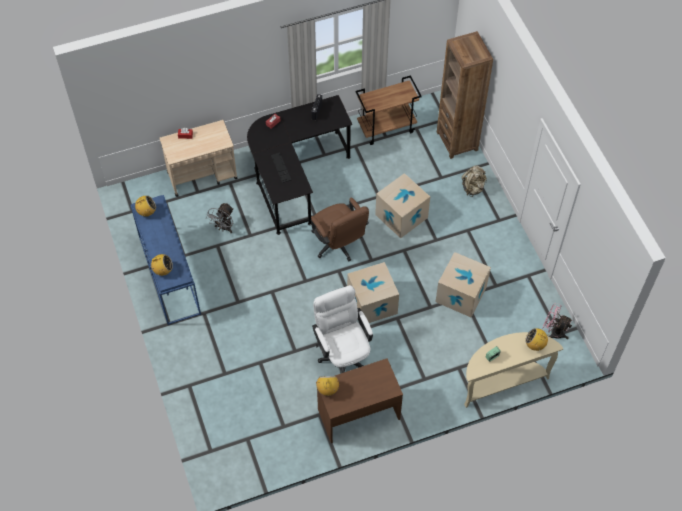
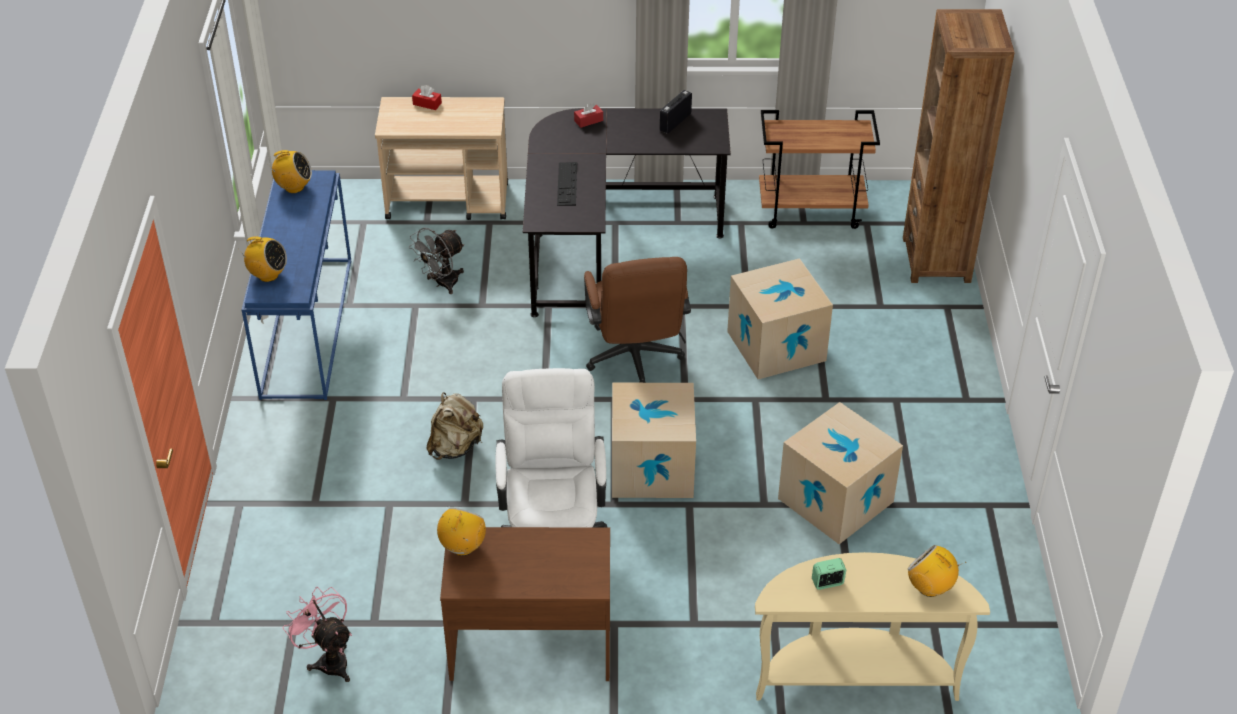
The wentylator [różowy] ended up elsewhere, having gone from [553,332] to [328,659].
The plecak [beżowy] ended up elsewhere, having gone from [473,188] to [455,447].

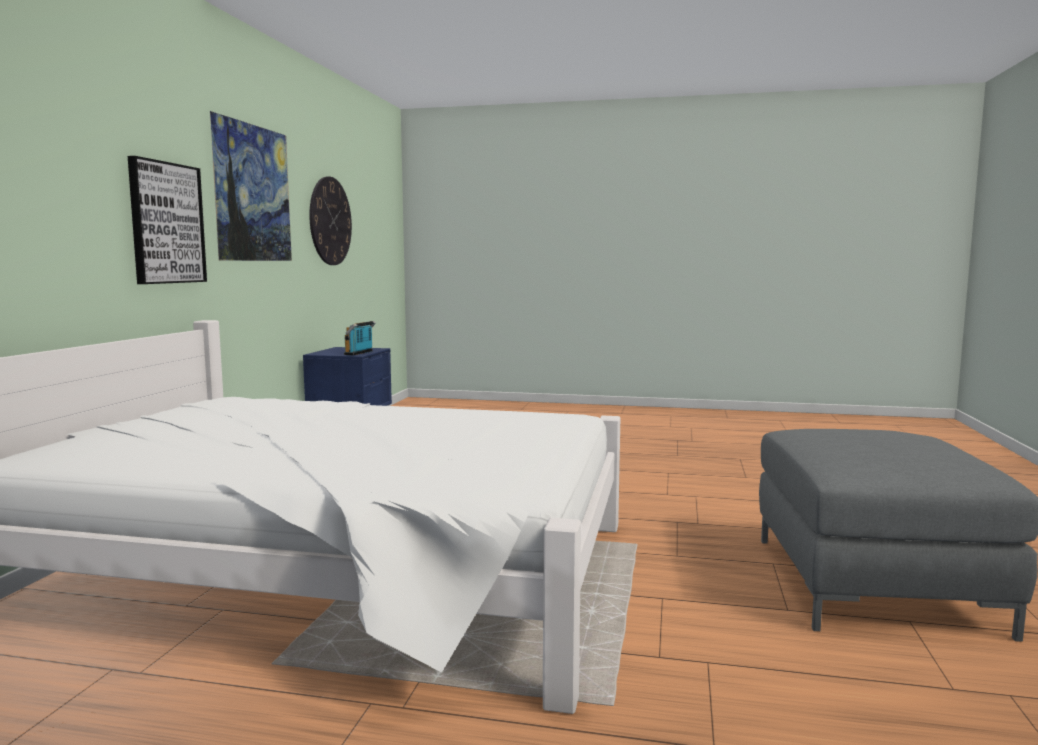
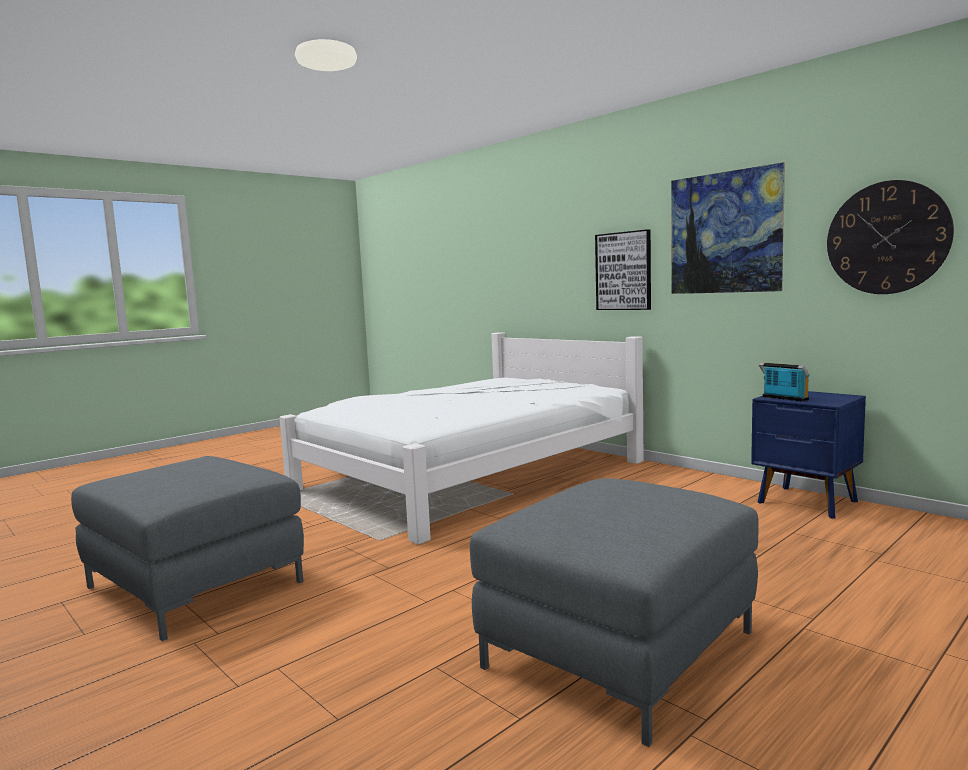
The second view gained the pufa [szary] at [620,650].

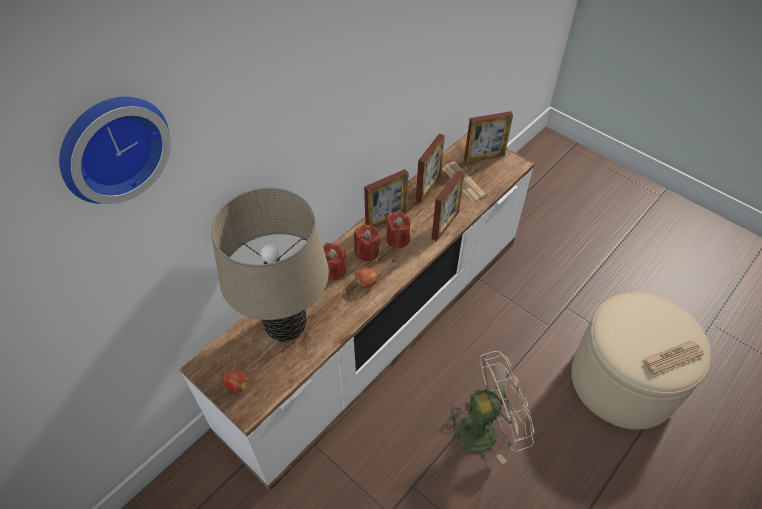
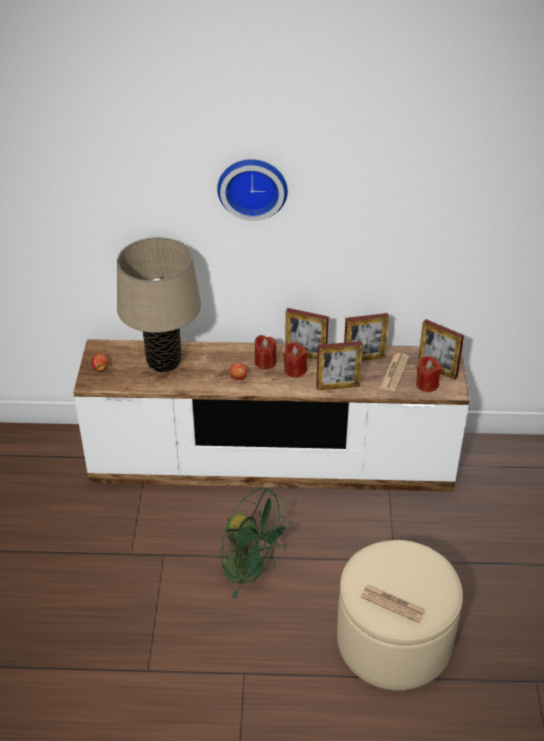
The zegar ścienny ended up elsewhere, having gone from [111,146] to [252,186].
What was the wentylator [beżowy] at [485,428] turned into the wentylator [zielony] at [251,571].
The świeca [czerwony] ended up elsewhere, having gone from [334,271] to [427,384].

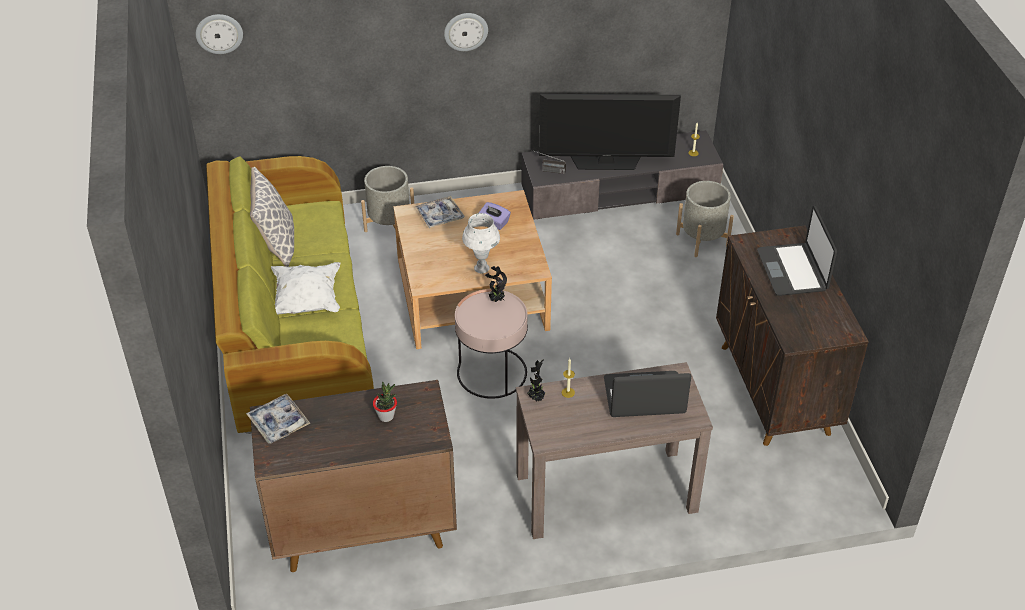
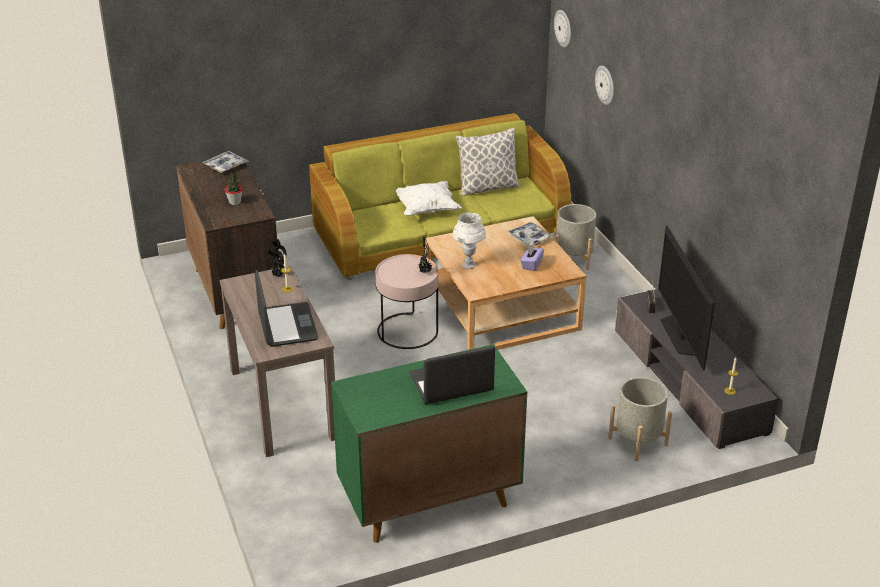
What was the szafka [brązowy] at [775,390] turned into the szafka [zielony] at [428,501].
The zegar ścienny ended up elsewhere, having gone from [465,31] to [605,85].

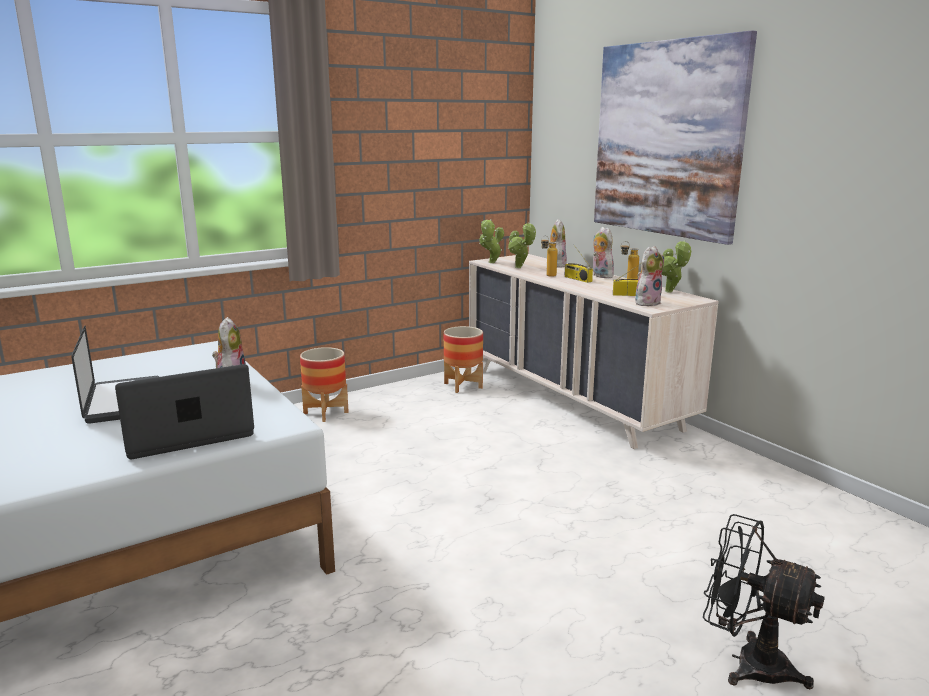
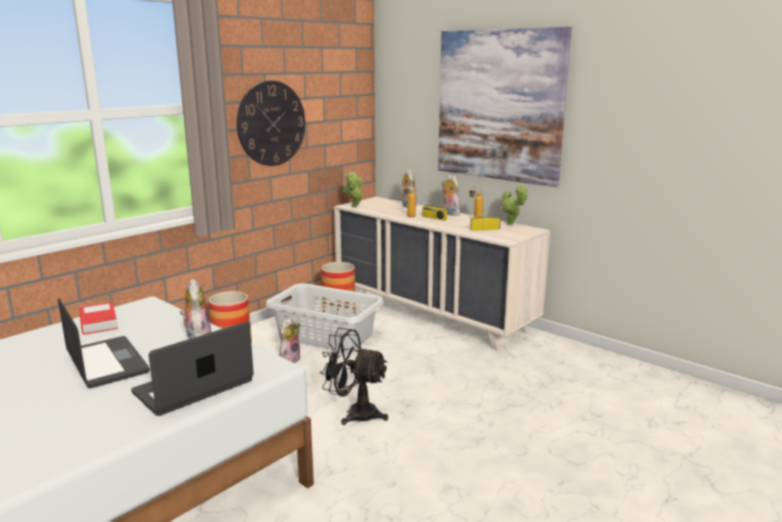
The second view gained the książka at [98,322].
The second view gained the zegar ścienny at [271,123].
The second view gained the kosz na pranie [szary] at [326,336].
The pluszak ended up elsewhere, having gone from [647,303] to [289,359].
The wentylator [czarny] ended up elsewhere, having gone from [747,662] to [355,413].
The second view lost the roślina doniczkowa at [520,268].

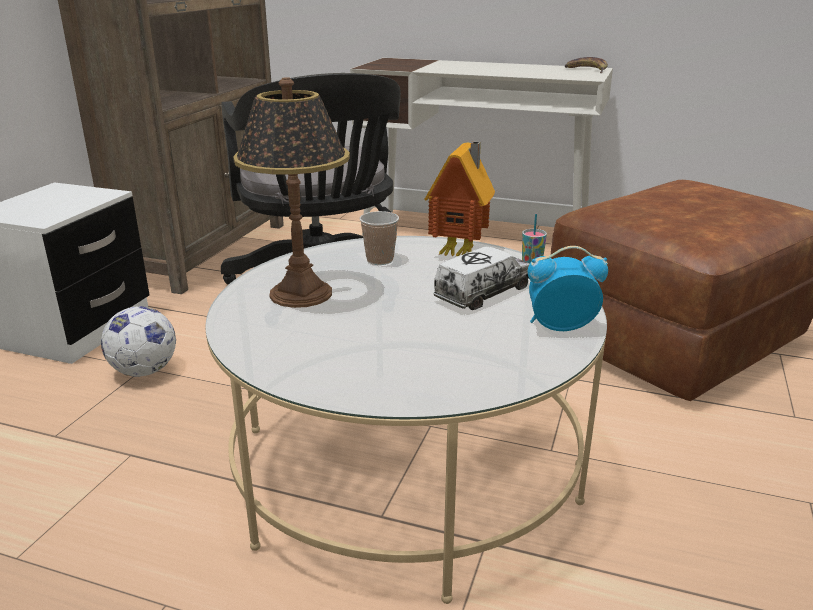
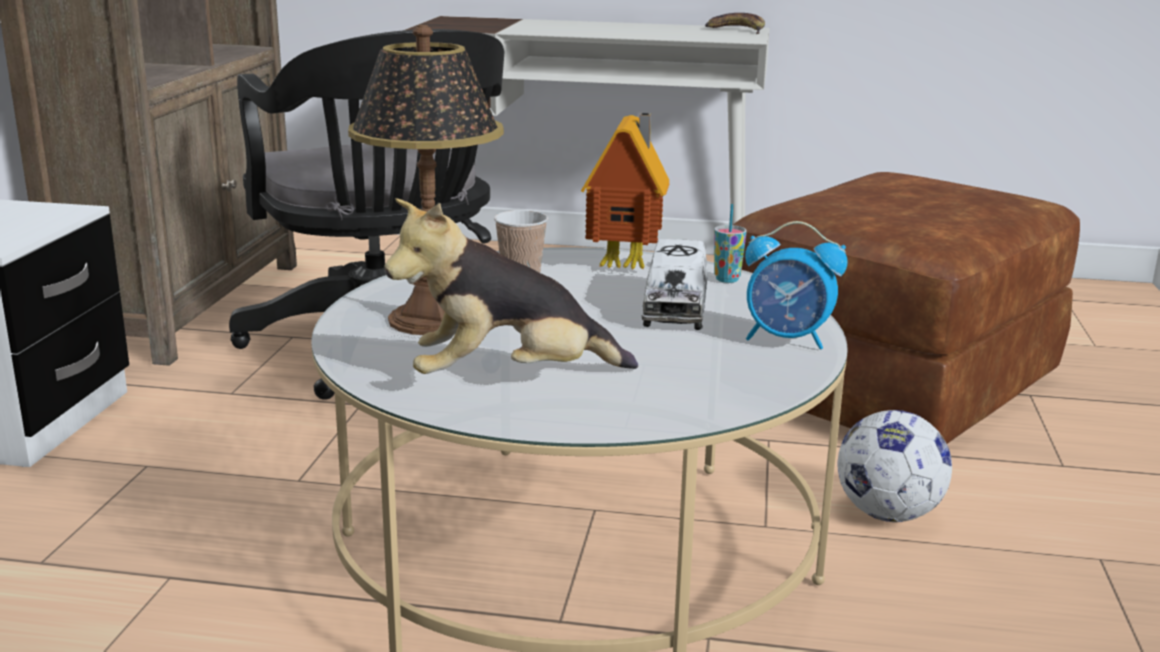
The second view gained the pluszak at [508,380].
The ciężarówka zabawkowa at [483,293] ended up facing another way, 150 degrees clockwise from before.
The budzik at [560,327] ended up facing another way, 150 degrees counterclockwise from before.
The piłka futbolowa ended up elsewhere, having gone from [145,371] to [888,514].

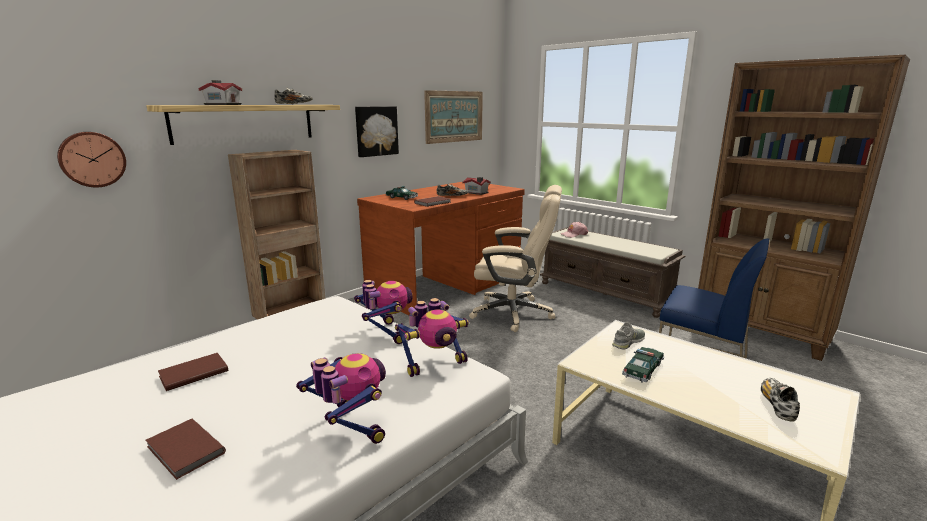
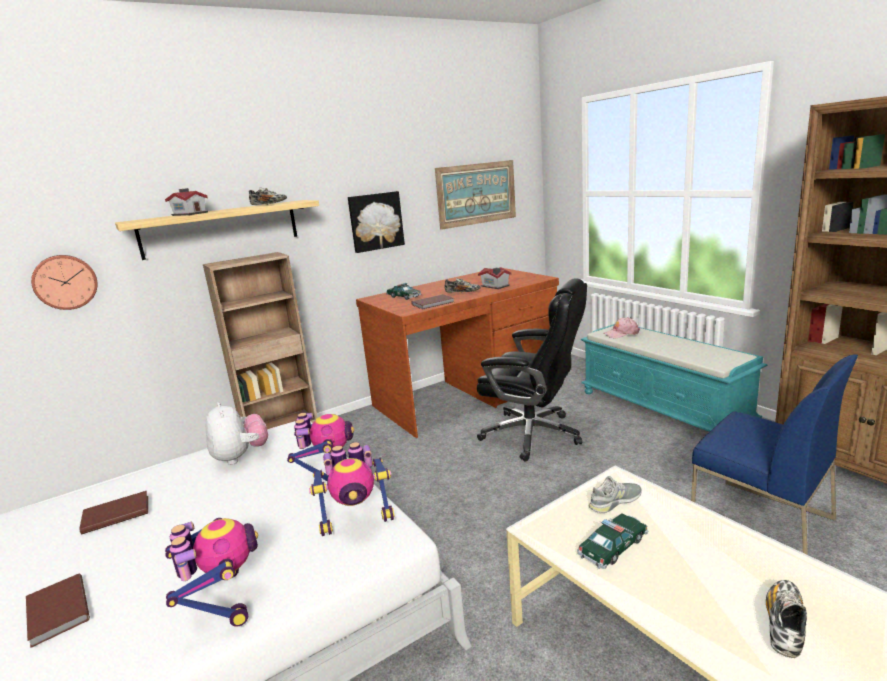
The second view gained the pluszak at [240,457].
What was the krzesło biurowe [beżowy] at [514,313] turned into the krzesło biurowe [czarny] at [533,435].
What was the ławka [brązowy] at [606,293] turned into the ławka [turkusowy] at [664,409].

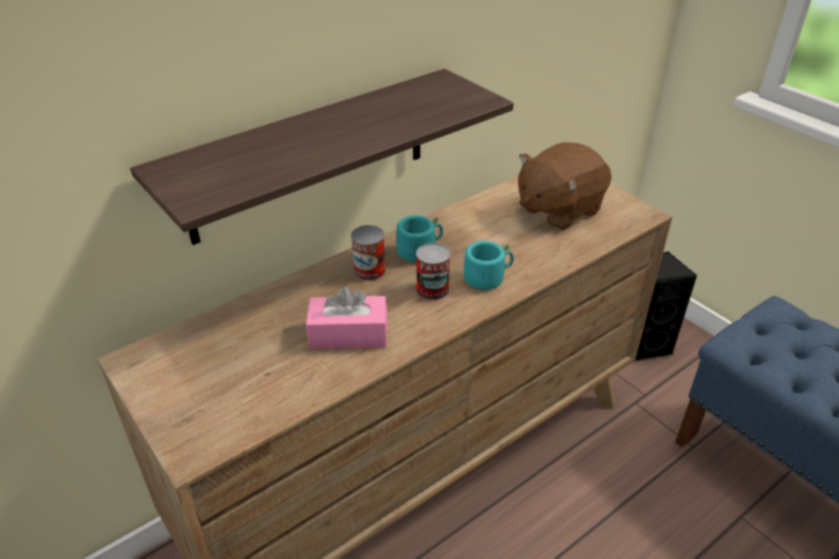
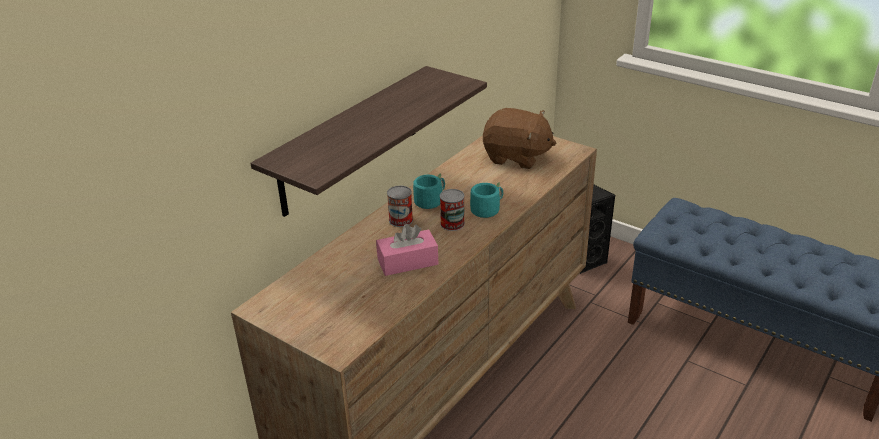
The pluszak [brązowy] at [558,210] ended up facing another way, 105 degrees counterclockwise from before.

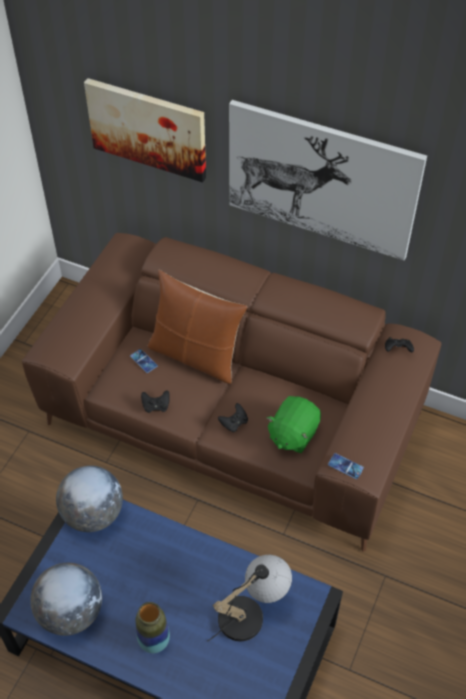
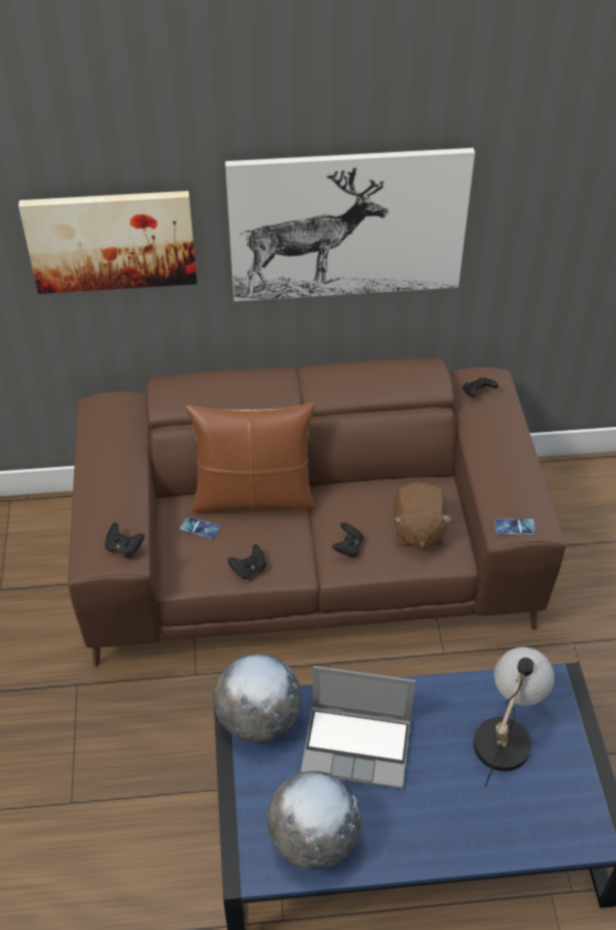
The second view gained the pad do gier [czarny] at [124,548].
The second view gained the laptop at [358,746].
What was the pluszak [zielony] at [292,434] turned into the pluszak [brązowy] at [417,530].
The second view lost the wazon at [154,641].

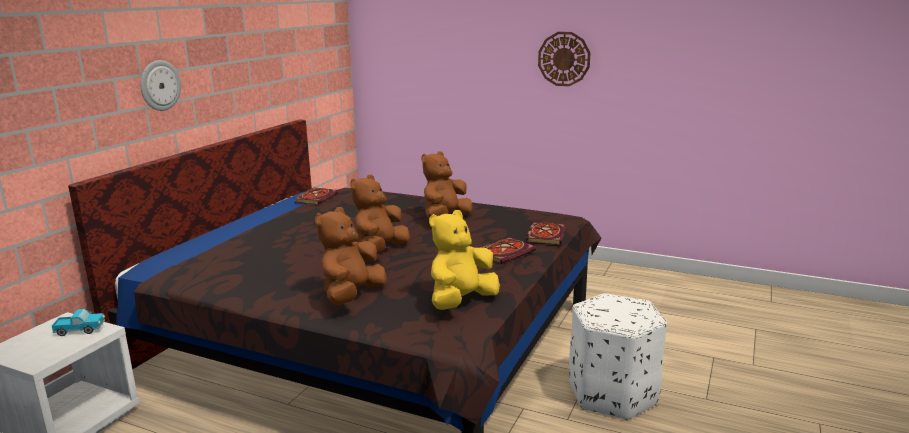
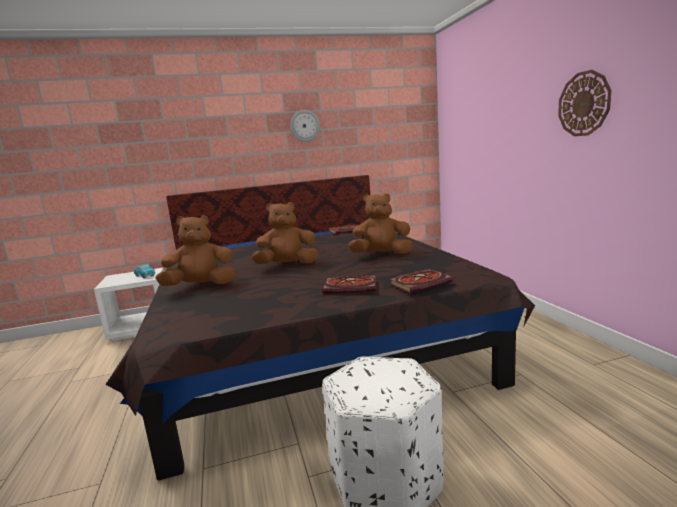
The zegar ścienny ended up elsewhere, having gone from [159,85] to [305,126].
The second view lost the pluszak [żółty] at [461,301].

